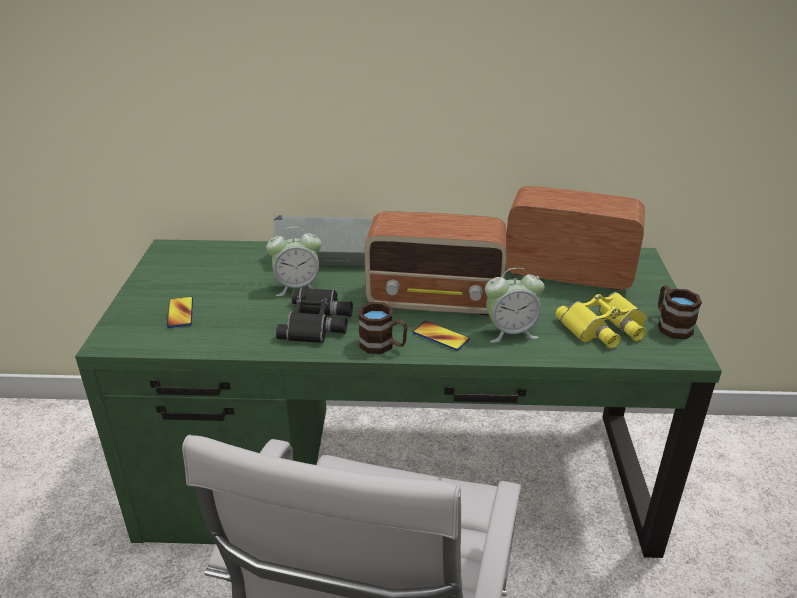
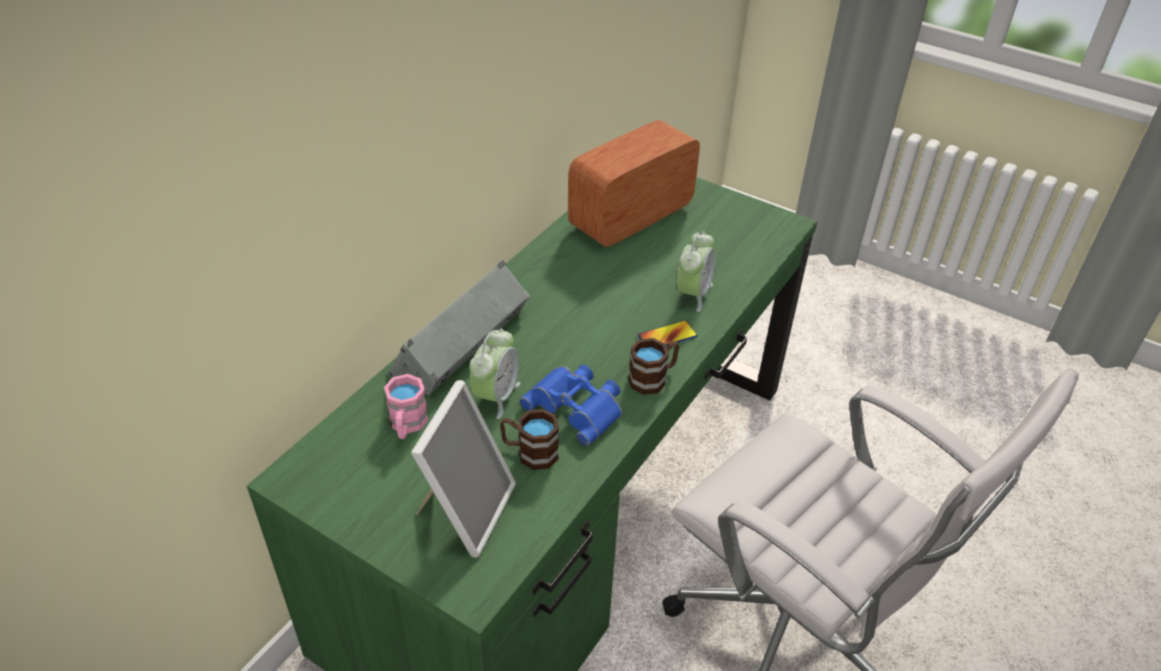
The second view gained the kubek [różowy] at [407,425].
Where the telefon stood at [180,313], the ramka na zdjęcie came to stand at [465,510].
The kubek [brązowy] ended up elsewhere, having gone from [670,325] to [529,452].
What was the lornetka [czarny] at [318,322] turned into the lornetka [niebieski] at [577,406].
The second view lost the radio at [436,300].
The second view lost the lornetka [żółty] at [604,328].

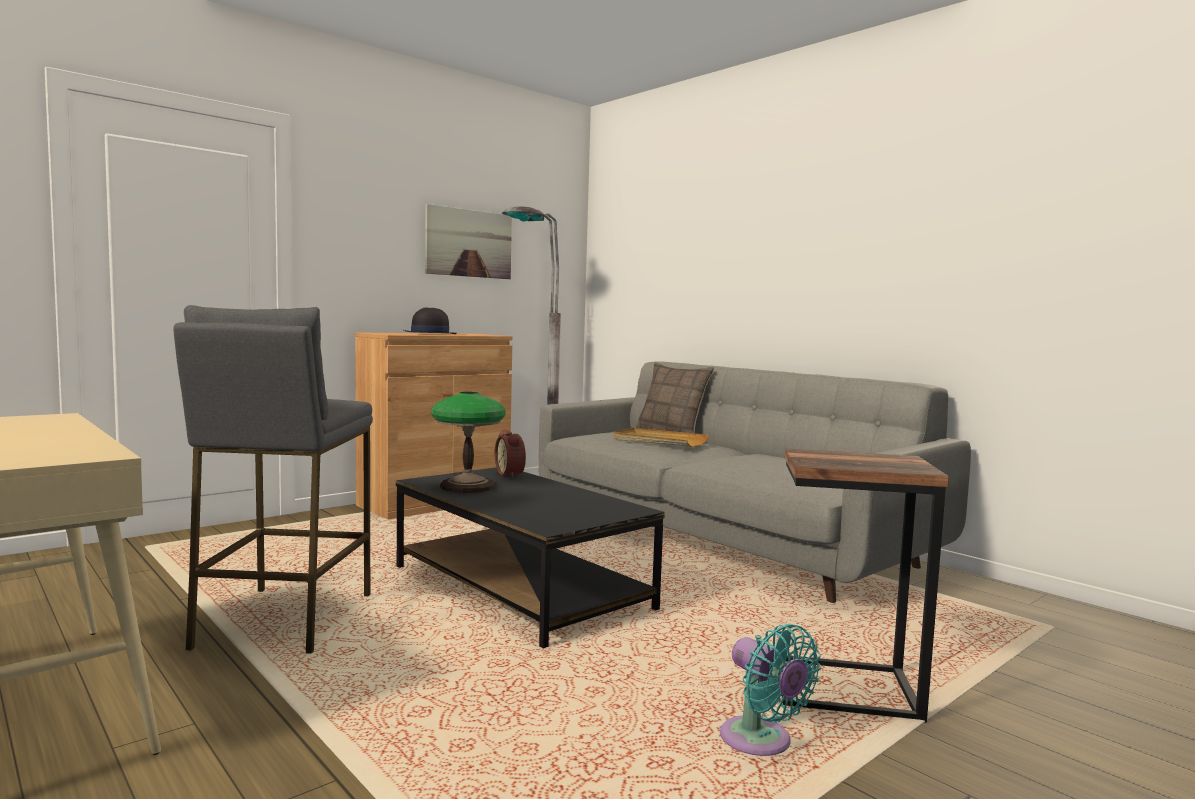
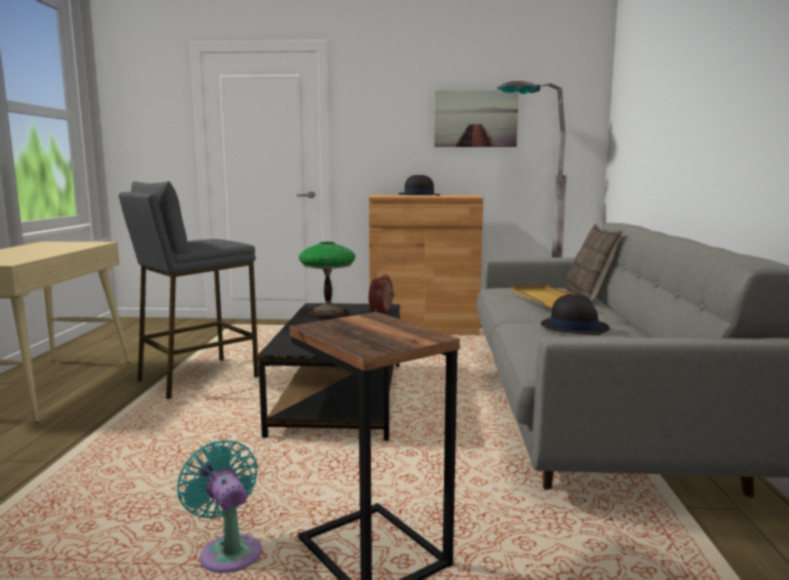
The wentylator [turkusowy] at [761,743] ended up facing another way, 135 degrees clockwise from before.
The second view gained the kapelusz [czarny] at [574,327].

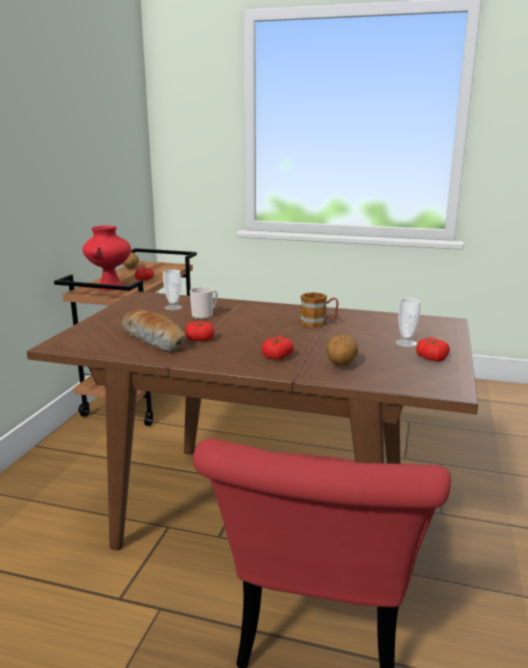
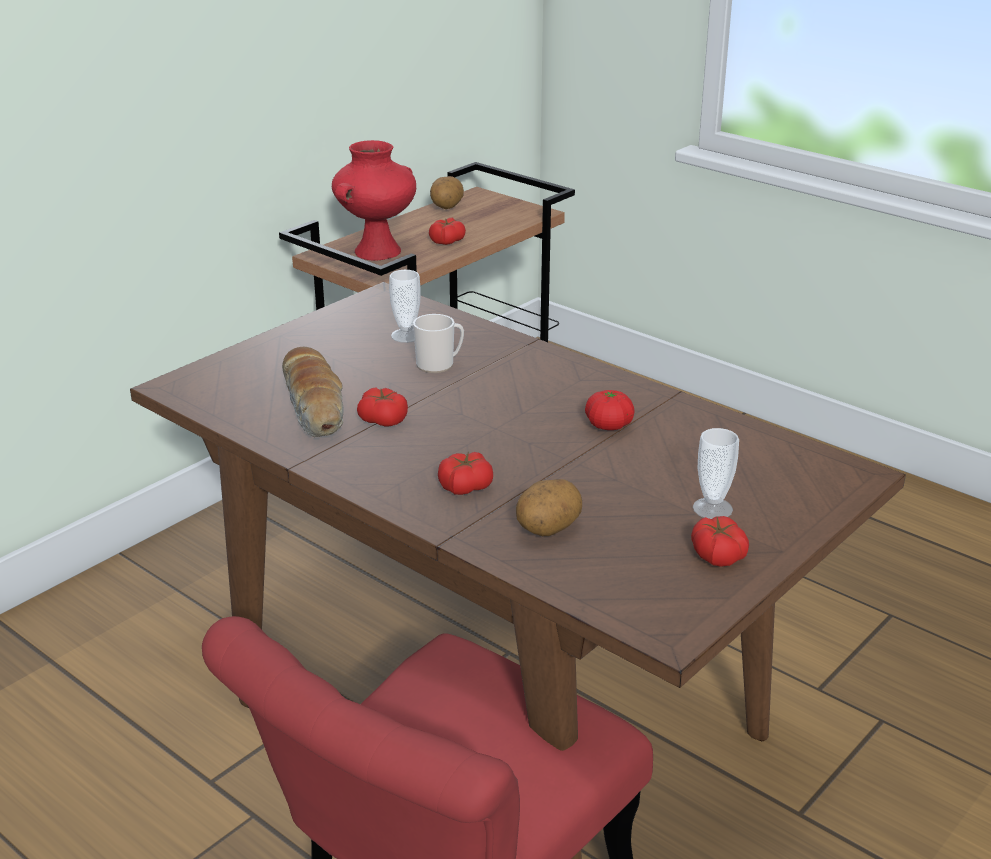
Where the kubek stood at [318,323], the pomidor came to stand at [608,425].

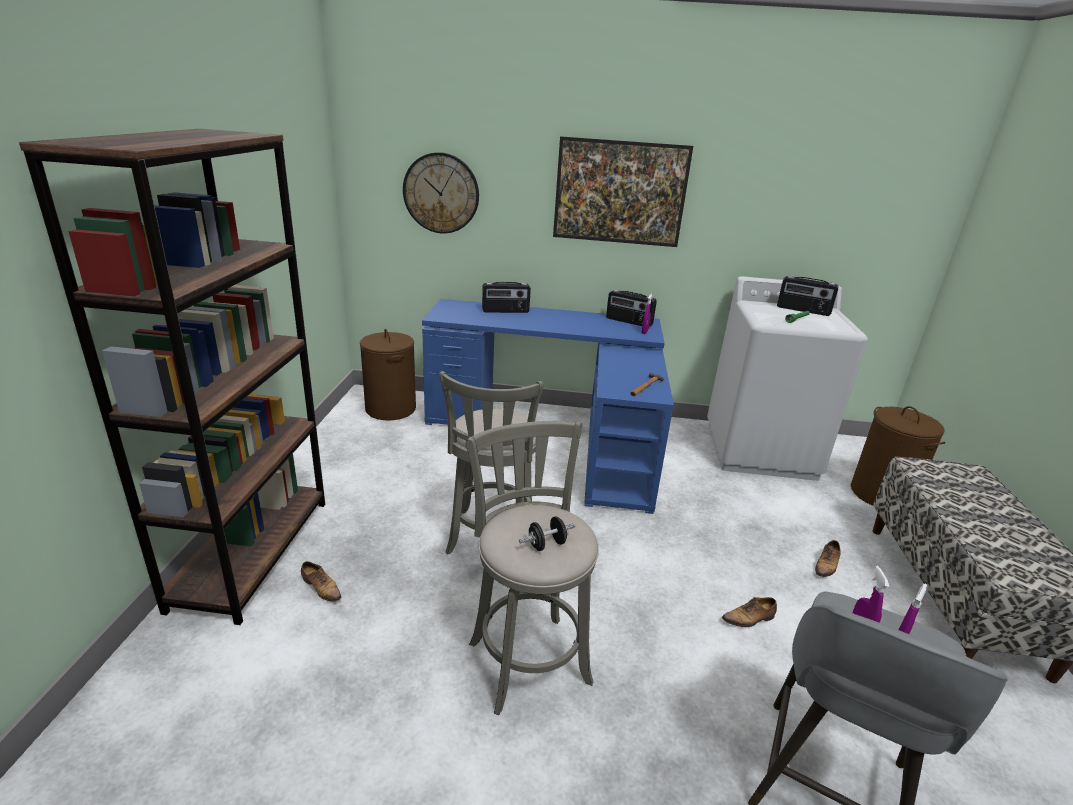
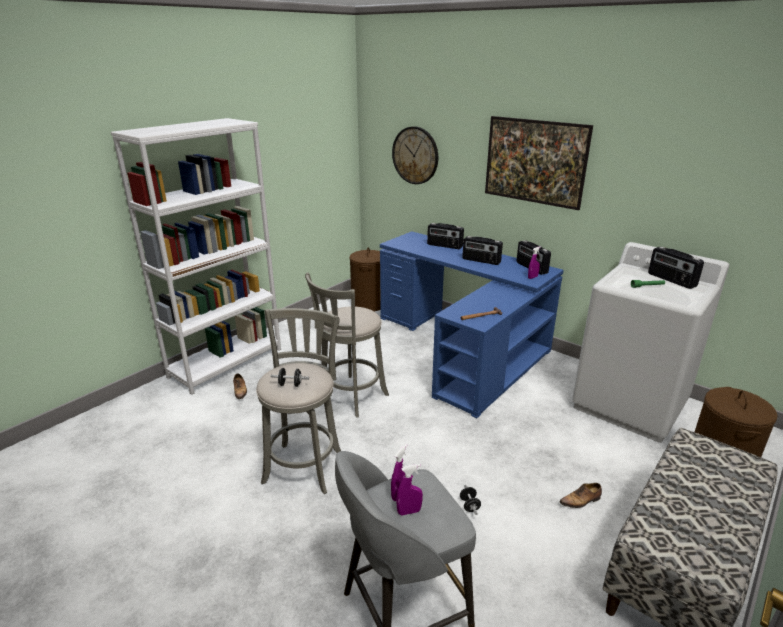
What was the regał [brązowy] at [253,552] turned into the regał [biały] at [226,363].
Where the but stood at [749,618], the hantel [czarny] came to stand at [469,505].
The second view gained the radio at [481,261].

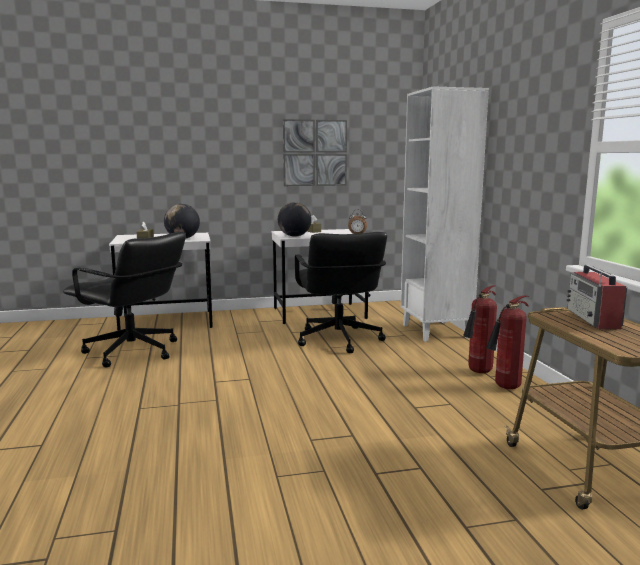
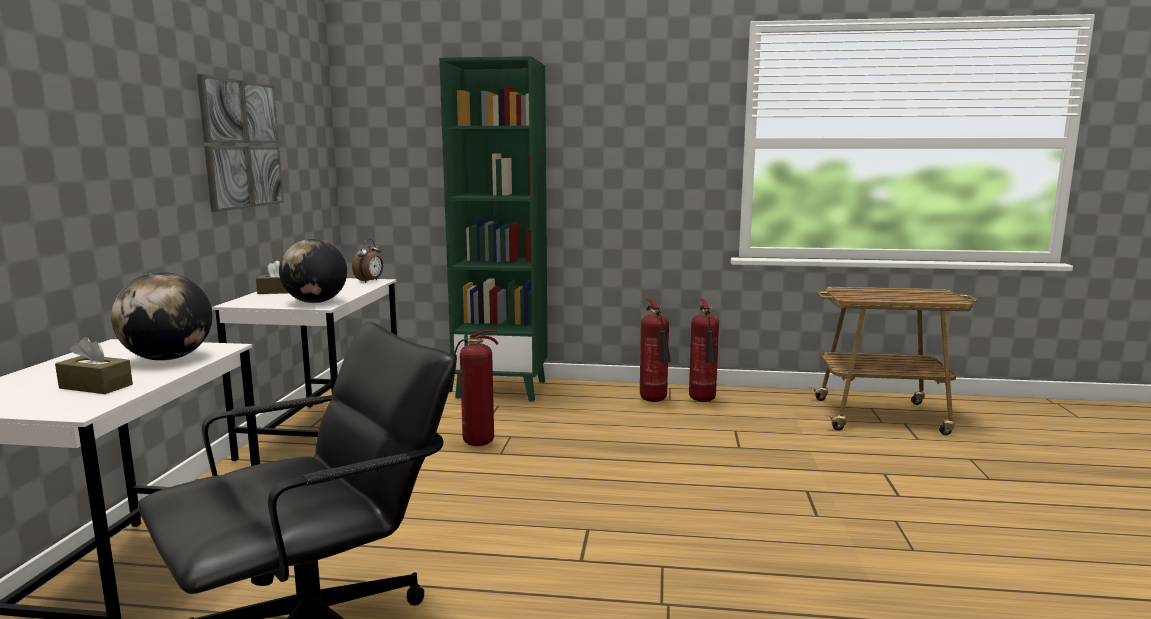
What was the regał [biały] at [436,331] turned into the regał [zielony] at [502,389].
Where the krzesło biurowe [czarny] stood at [338,340], the gaśnica came to stand at [474,443].
The second view lost the radio at [593,319].

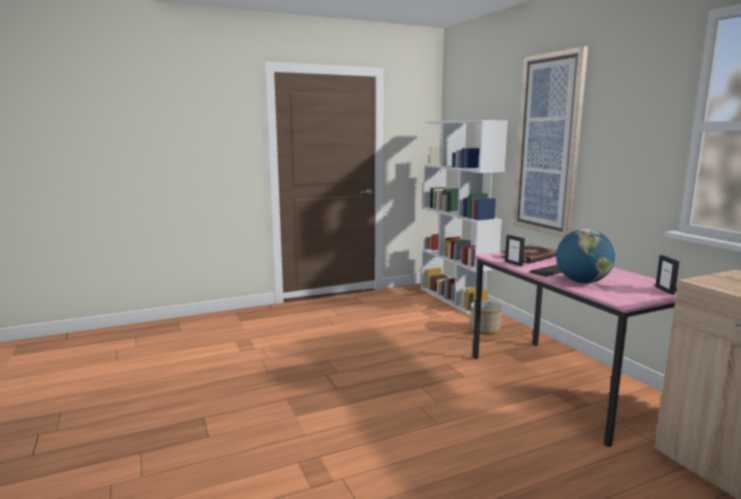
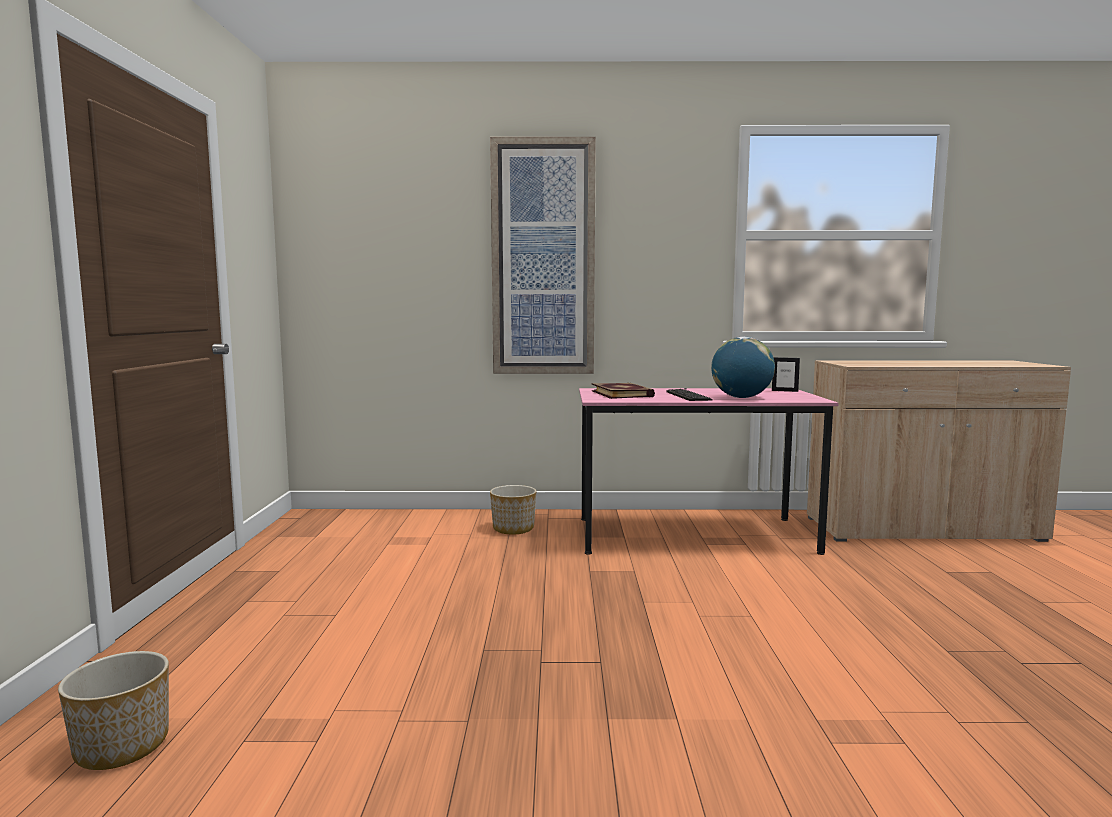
The second view gained the donica at [122,746].
The second view lost the regał [biały] at [456,300].
The second view lost the ramka na zdjęcie at [513,264].

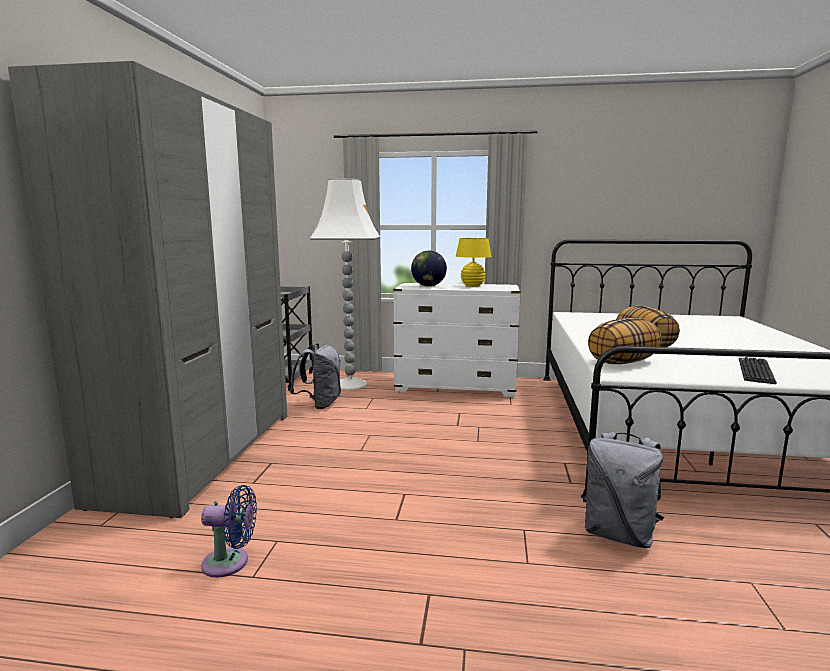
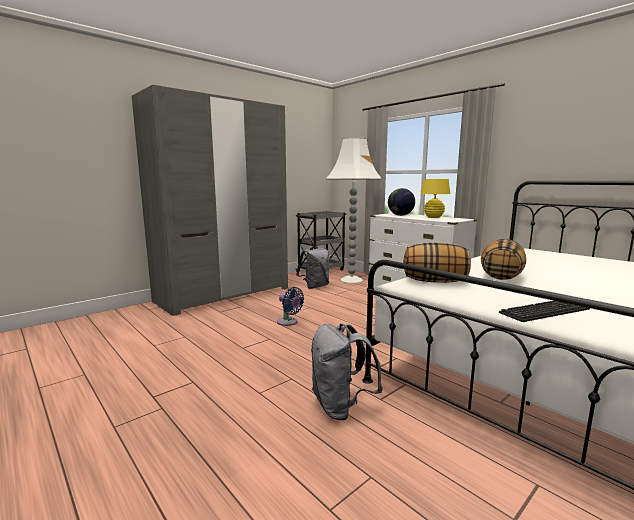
The wentylator [niebieski] ended up elsewhere, having gone from [230,563] to [289,322].

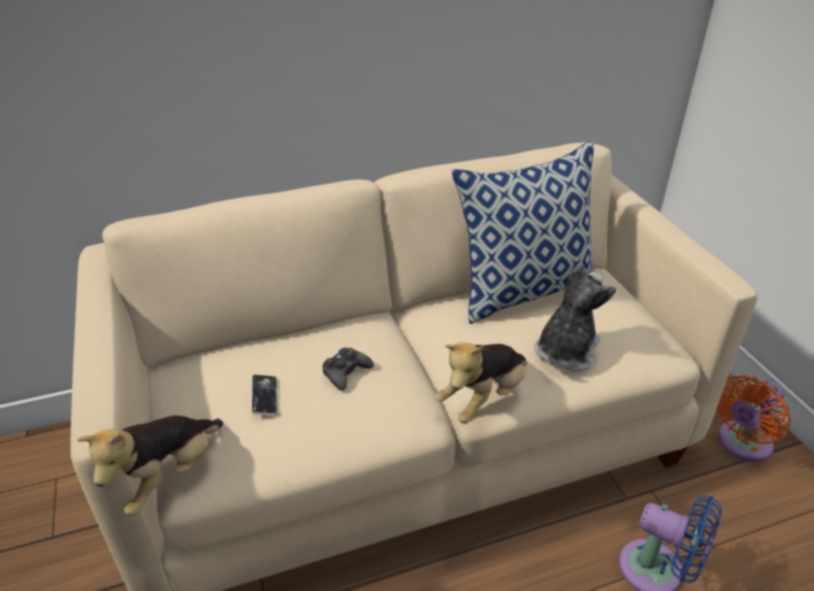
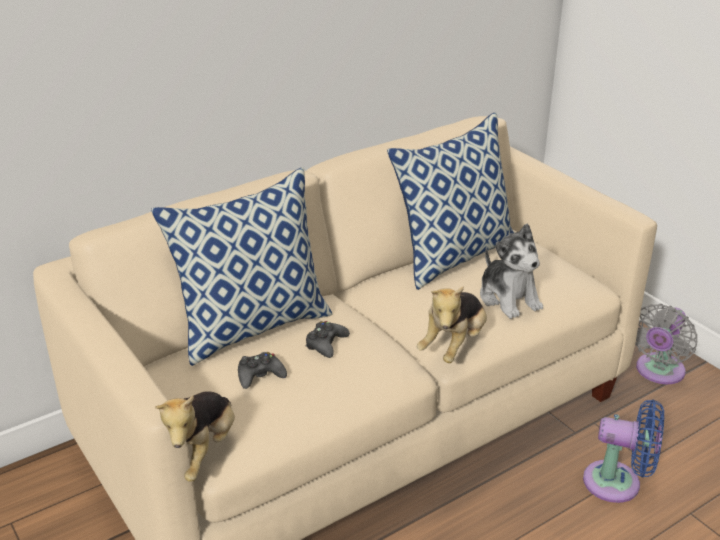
The second view gained the poduszka at [253,326].
Where the telefon stood at [264,397], the pad do gier [czarny] came to stand at [260,375].
The pluszak at [565,351] ended up facing another way, 135 degrees clockwise from before.
What was the wentylator [pomarańczowy] at [741,444] turned into the wentylator [szary] at [658,372].

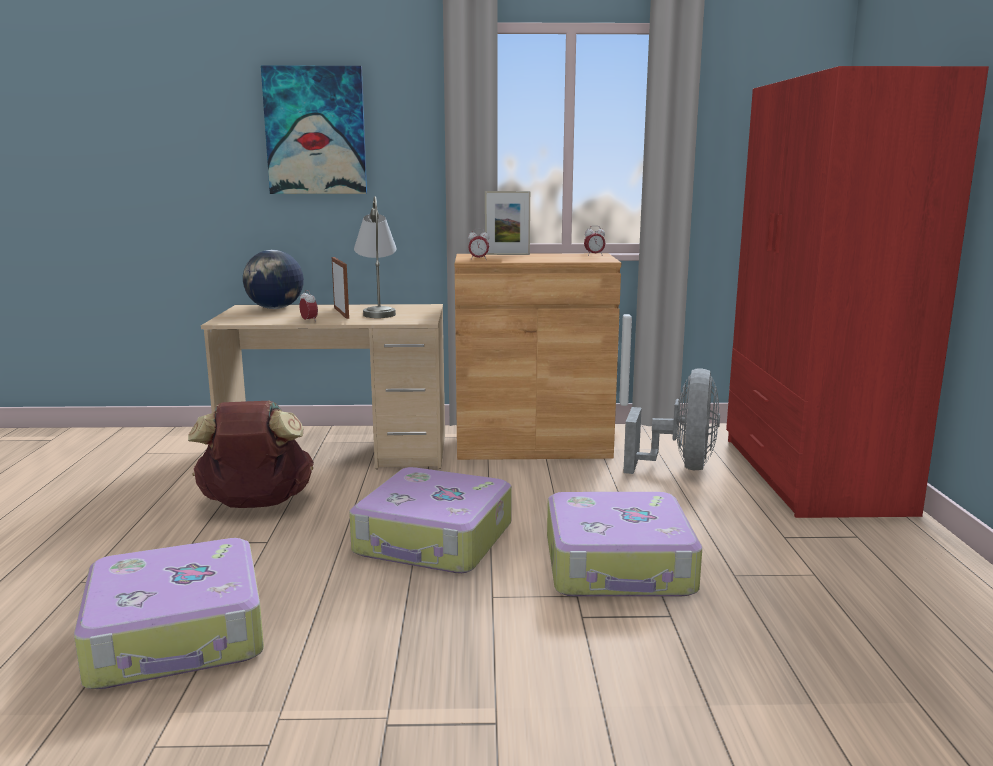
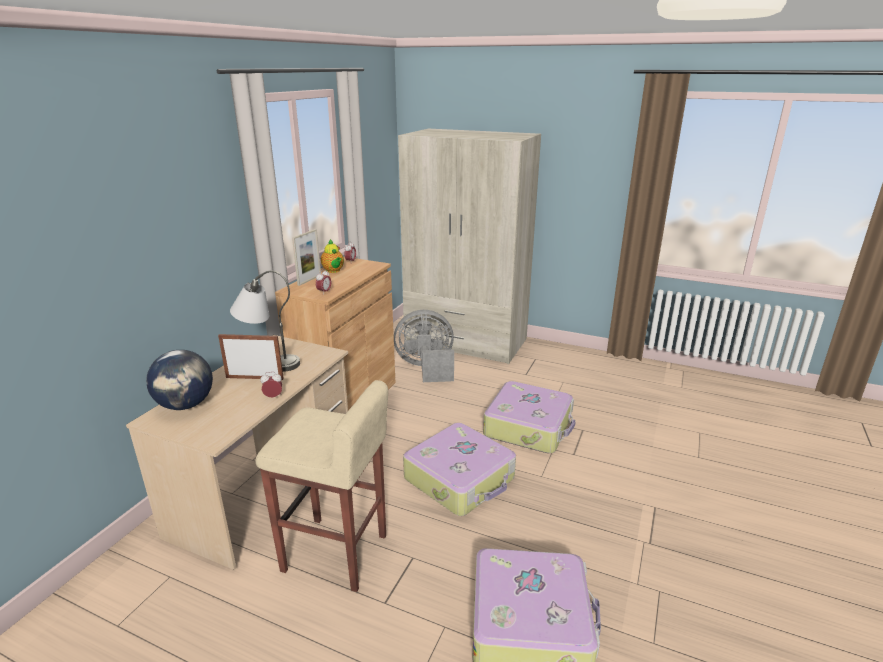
Where the plecak [brązowy] stood at [256,504], the stołek [beżowy] came to stand at [336,554].
The second view gained the imbryk at [333,271].
The wentylator [szary] at [680,467] ended up facing another way, 45 degrees counterclockwise from before.
What was the szafa [czerwony] at [811,474] turned into the szafa [beżowy] at [466,341].
The second view lost the obraz at [315,131].

